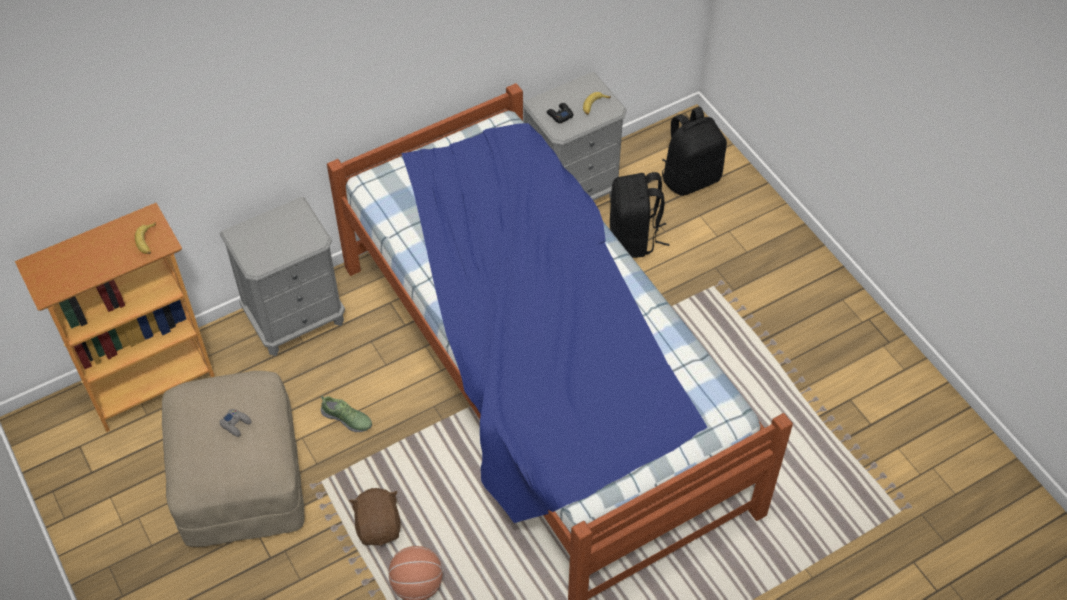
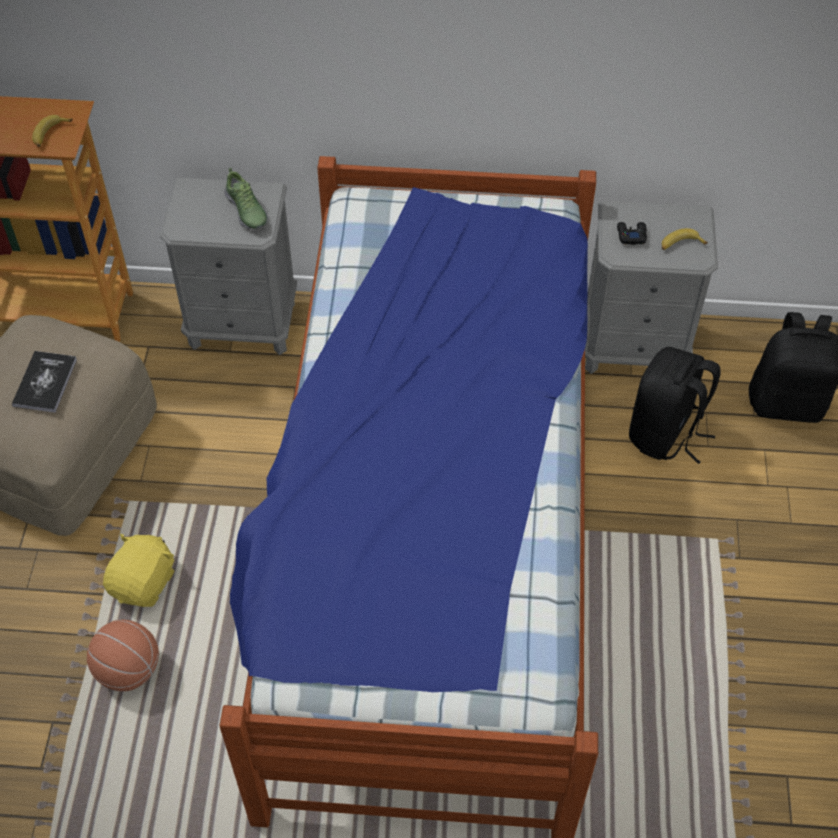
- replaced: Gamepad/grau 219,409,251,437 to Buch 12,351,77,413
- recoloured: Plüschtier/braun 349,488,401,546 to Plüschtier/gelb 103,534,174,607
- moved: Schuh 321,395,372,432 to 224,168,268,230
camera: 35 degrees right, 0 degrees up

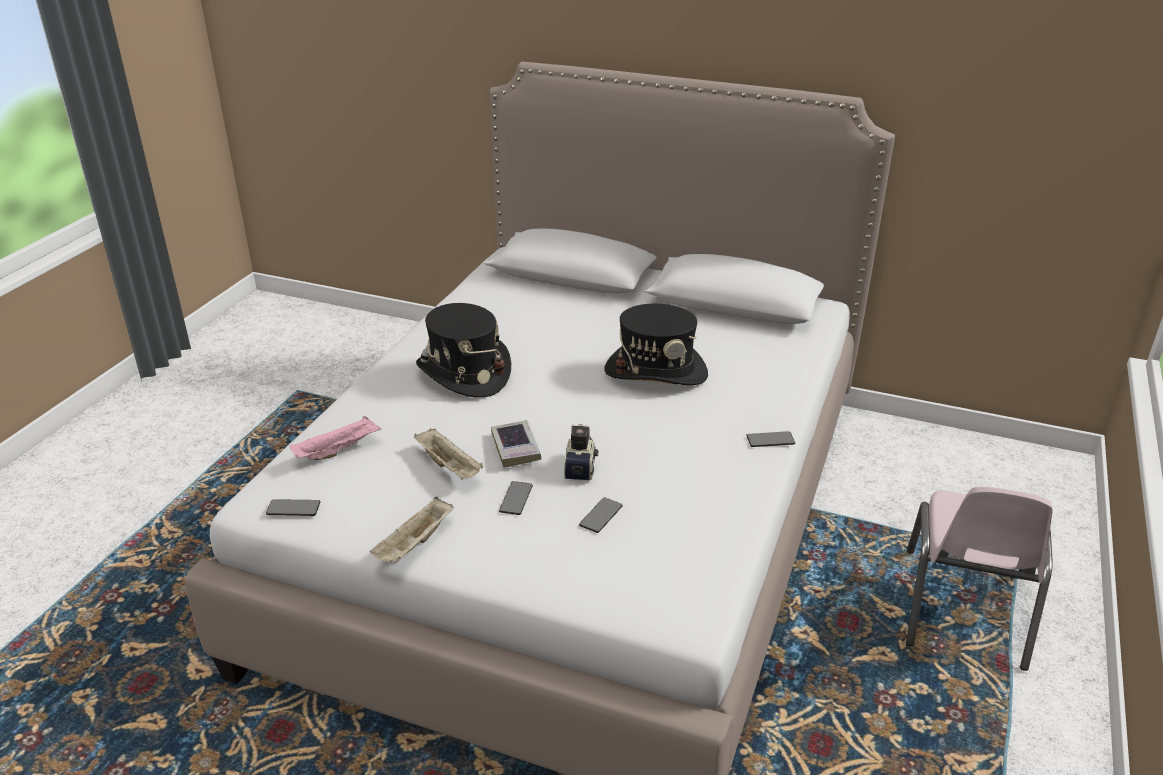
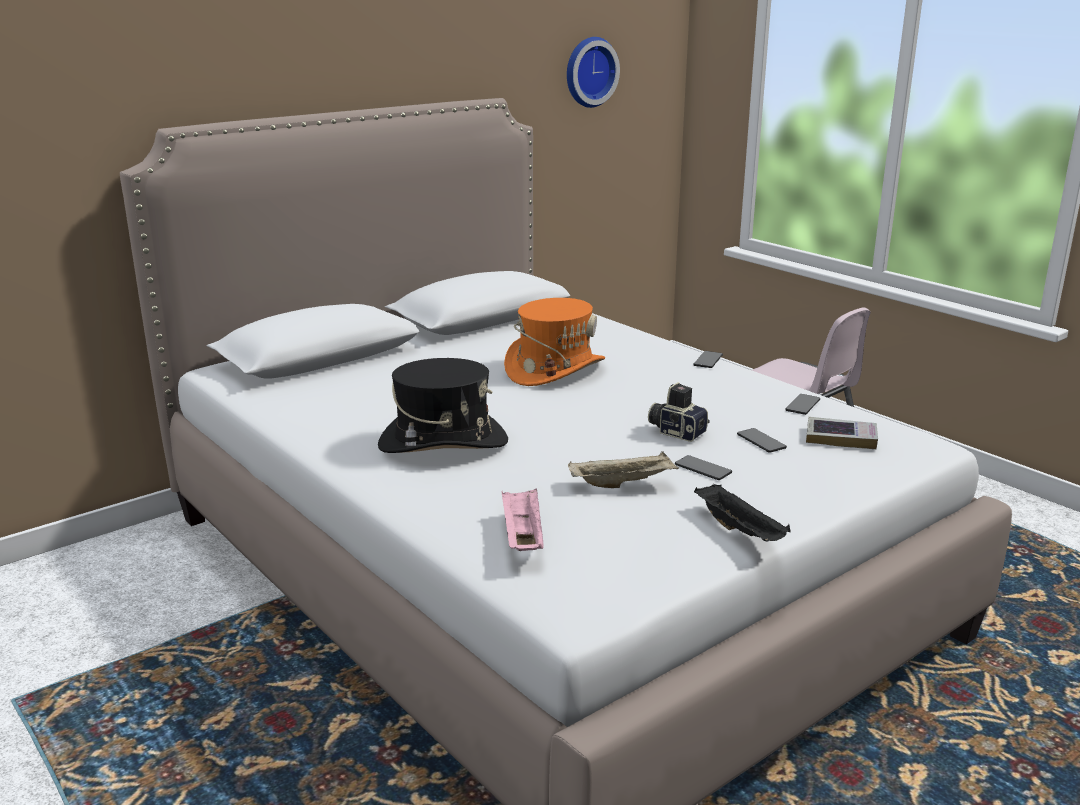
- recoloured: Hut/schwarz 604,304,708,385 to Hut/orange 504,298,605,386
- added: Wanduhr 567,37,620,108
- recoloured: Tablett/beige 370,497,454,563 to Tablett/schwarz 694,484,791,541
- moved: Handy 266,499,320,516 to 785,394,820,415
- moved: Buch 491,420,541,468 to 806,417,878,449
camera: 60 degrees left, 10 degrees down

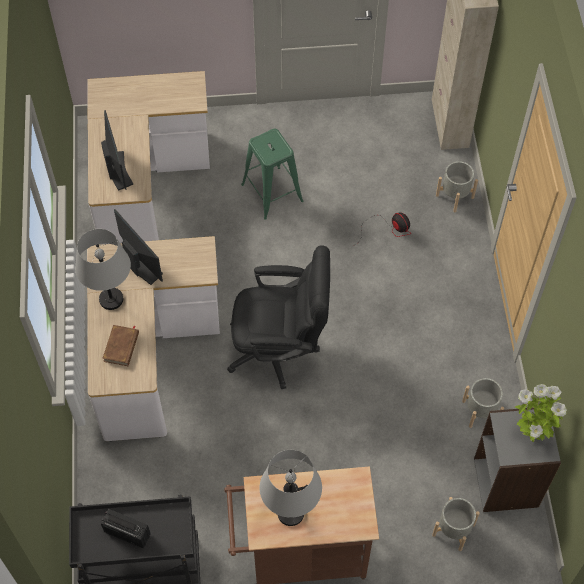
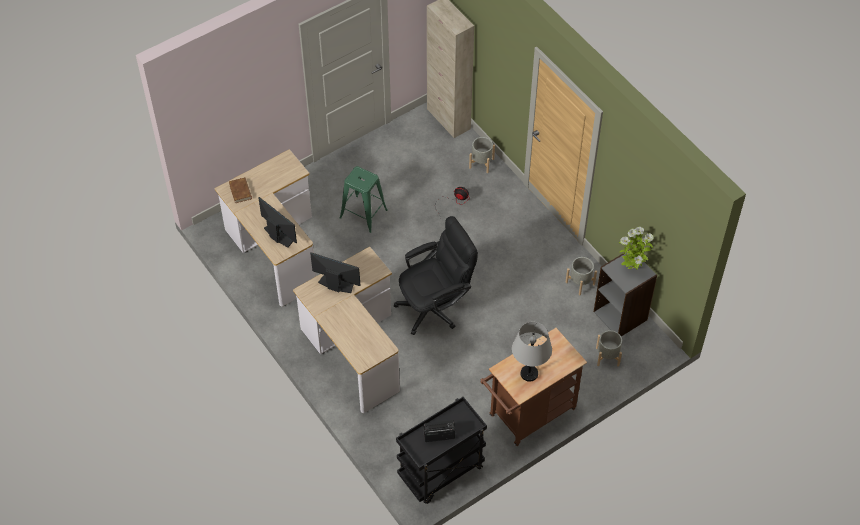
- moved: Buch/braun 102,325,139,366 to 229,177,252,203
- removed: Tischlampe/grau 75,229,131,310
camera: 30 degrees left, 5 degrees down

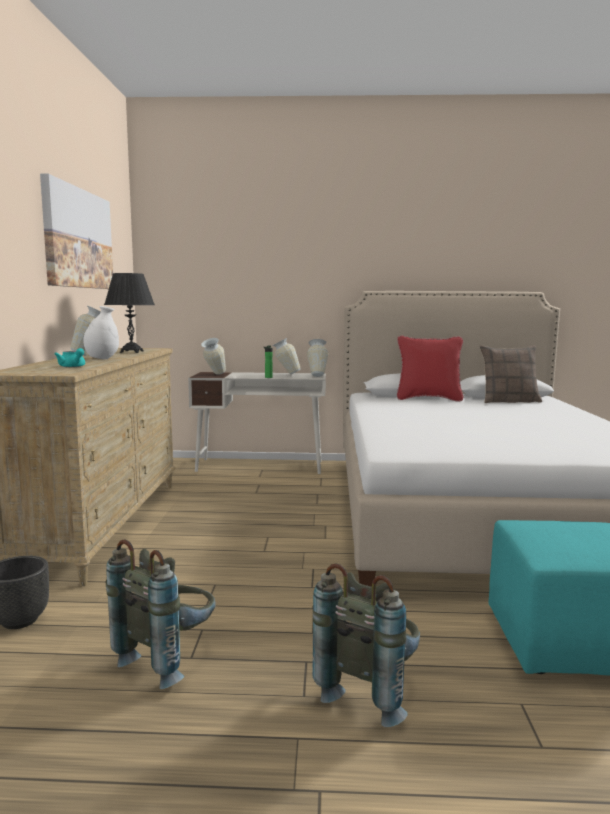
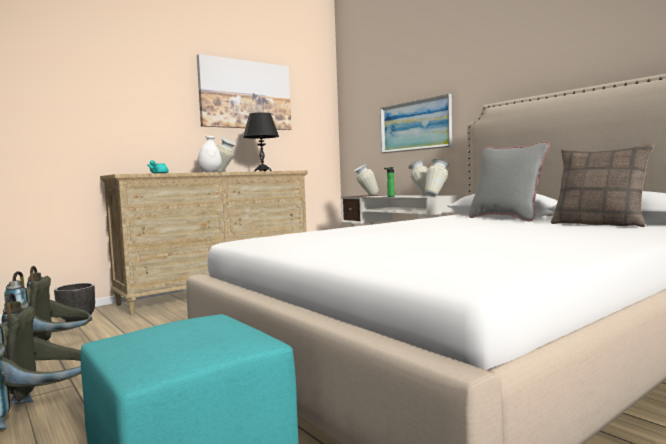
- added: Bild 380,94,452,153
- recoloured: Kissen/rot 397,336,463,402 to Kissen/grau 468,141,550,222
camera: 50 degrees right, 5 degrees down

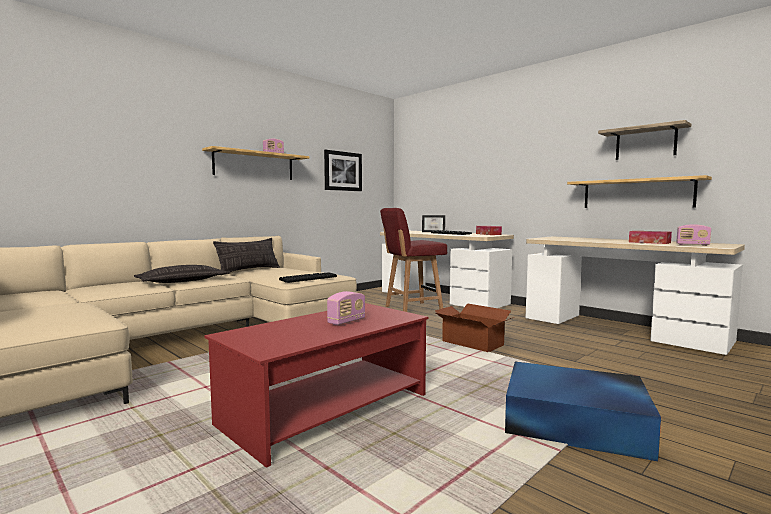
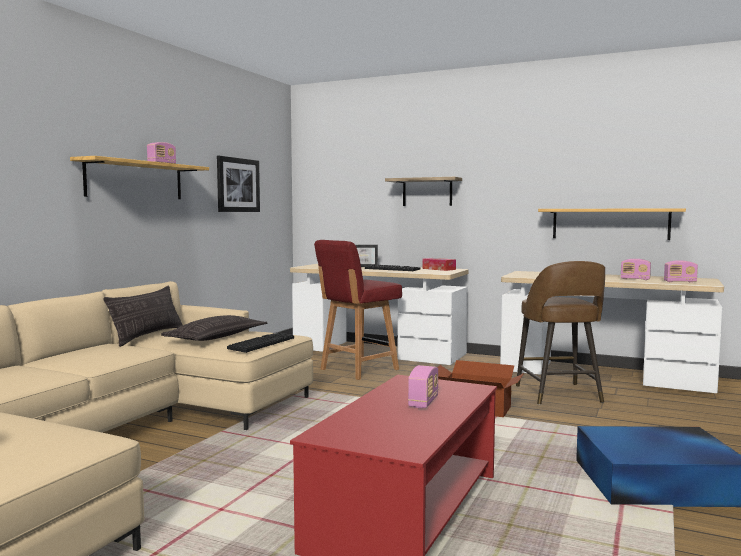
- moved: Kissen 134,265,230,283 to 161,315,267,341
- moved: Wandregal 598,120,691,160 to 385,177,462,206
- added: Hocker/braun 516,261,605,405
- replaced: Taschentuchbox 629,231,672,244 to Radio 621,259,651,280
camera: 20 degrees left, 0 degrees up

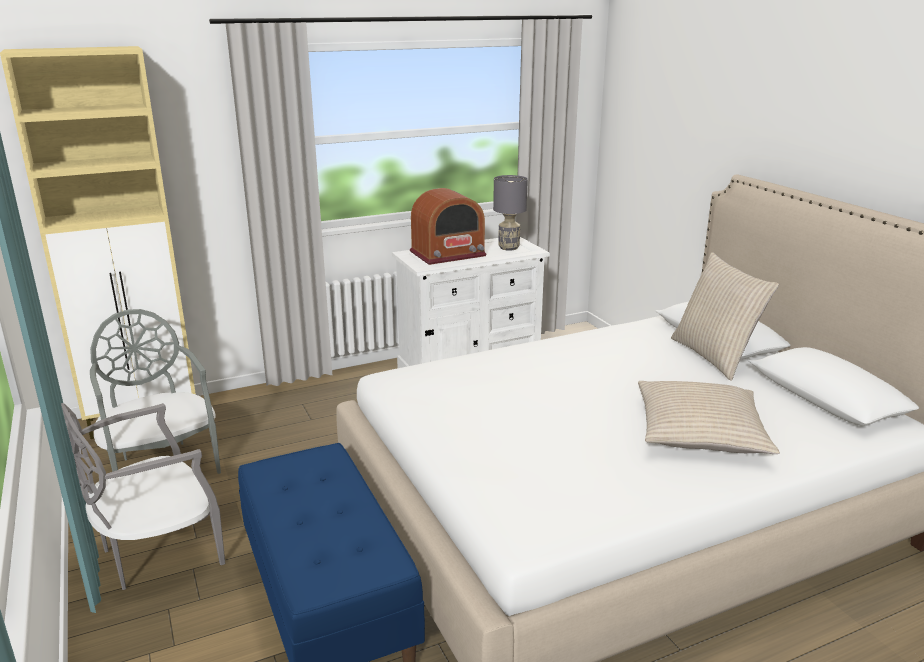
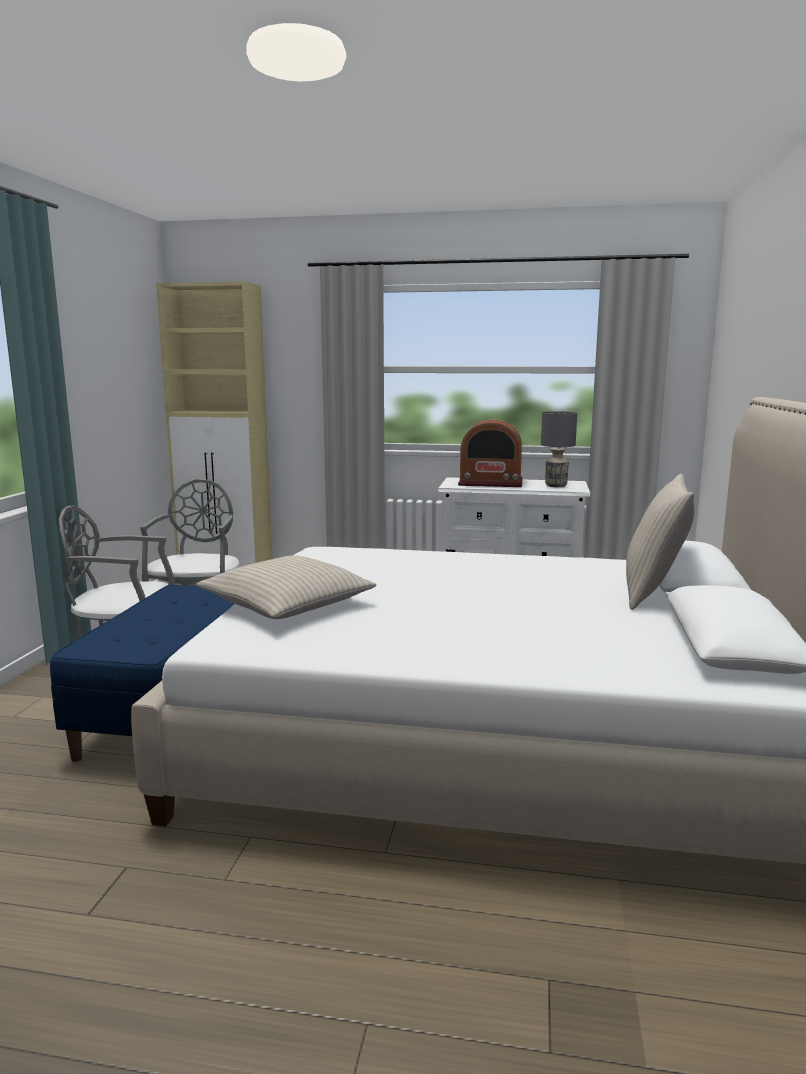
- moved: Kissen/beige 638,381,780,454 to 196,555,376,619
camera: 35 degrees right, 10 degrees down

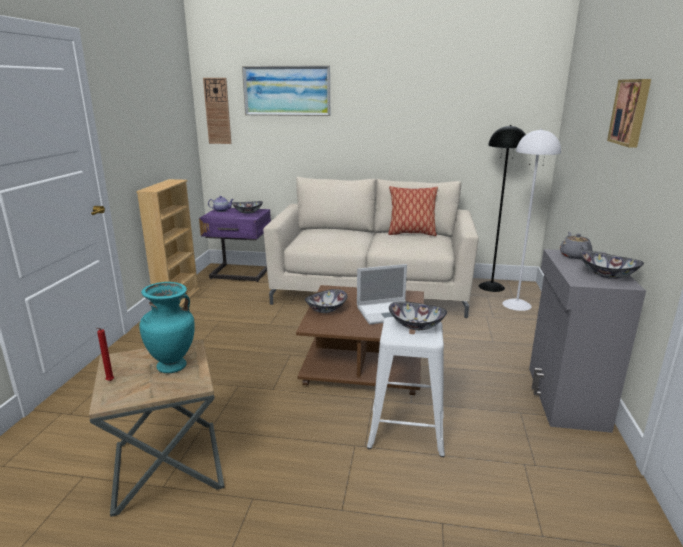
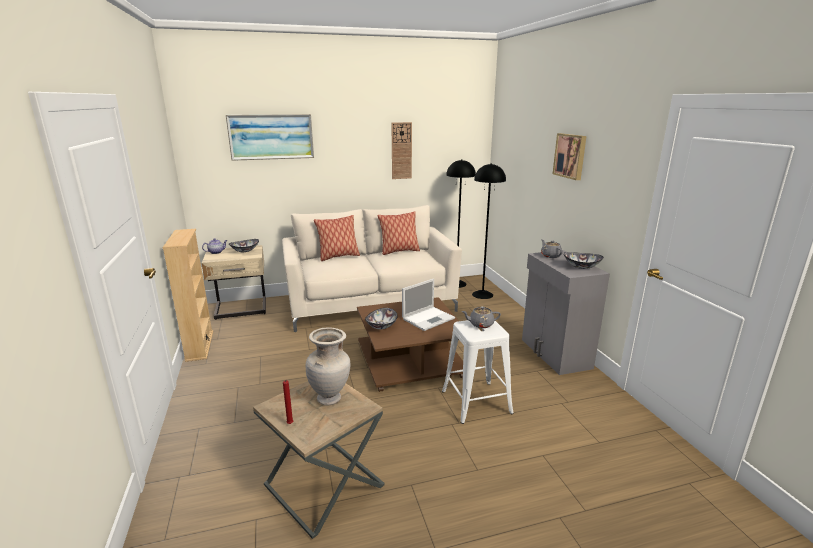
- recoloured: Nachttisch/lila 199,208,271,282 to Nachttisch/beige 202,245,266,320
- recoloured: Vase/türkis 139,282,195,373 to Vase/beige 306,327,350,406
- added: Kissen 314,215,360,261
- moved: Wanduhr 203,78,231,144 to 391,122,412,179
- replaced: Schüssel 389,301,447,330 to Teekanne/grau 462,306,501,328
- recoloured: Stehlampe/weiß 502,129,561,311 to Stehlampe/schwarz 472,163,506,299
camera: 25 degrees left, 0 degrees up

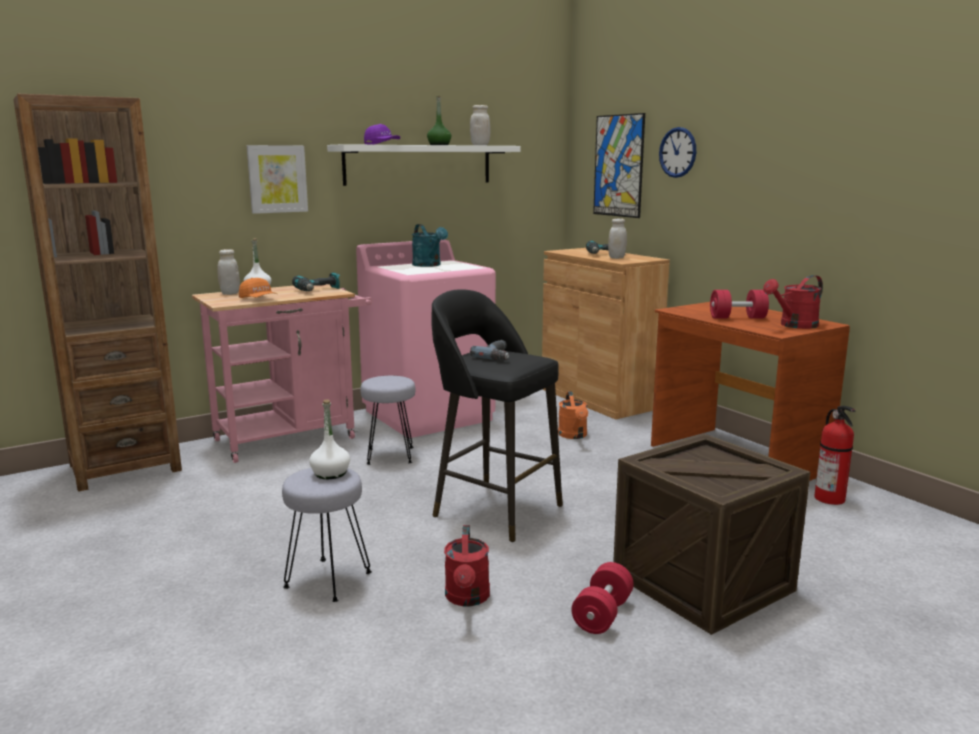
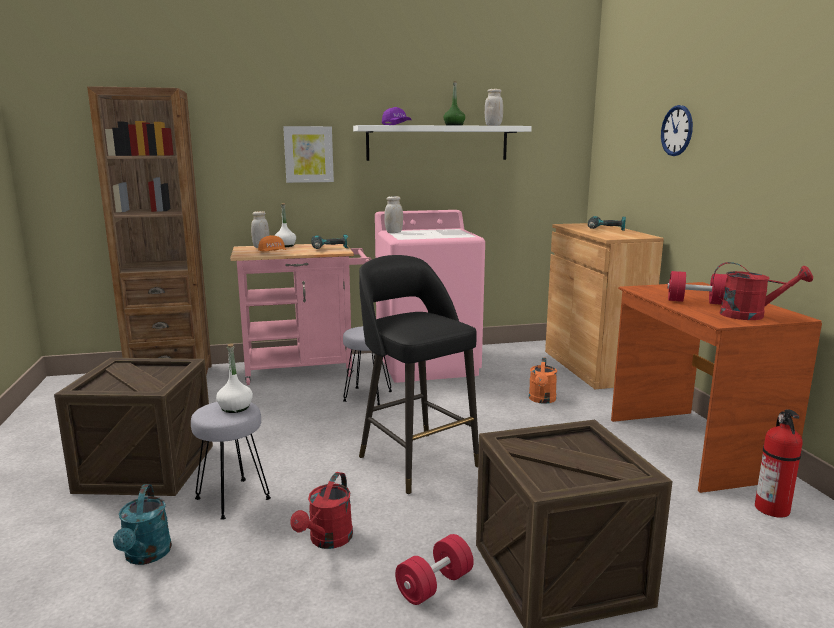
- added: Kiste 54,358,213,496
- moved: Gießkanne/türkis 412,224,448,267 to 113,484,172,565
- moved: Vorratsglas/weiß 608,218,627,259 to 384,196,403,233
- turned: Gießkanne/rot 763,275,823,329 = 713,262,813,320 150 degrees counterclockwise
- removed: Bohrmaschine 470,340,509,360
- removed: Bild 593,113,645,218
camera: 20 degrees right, 0 degrees up

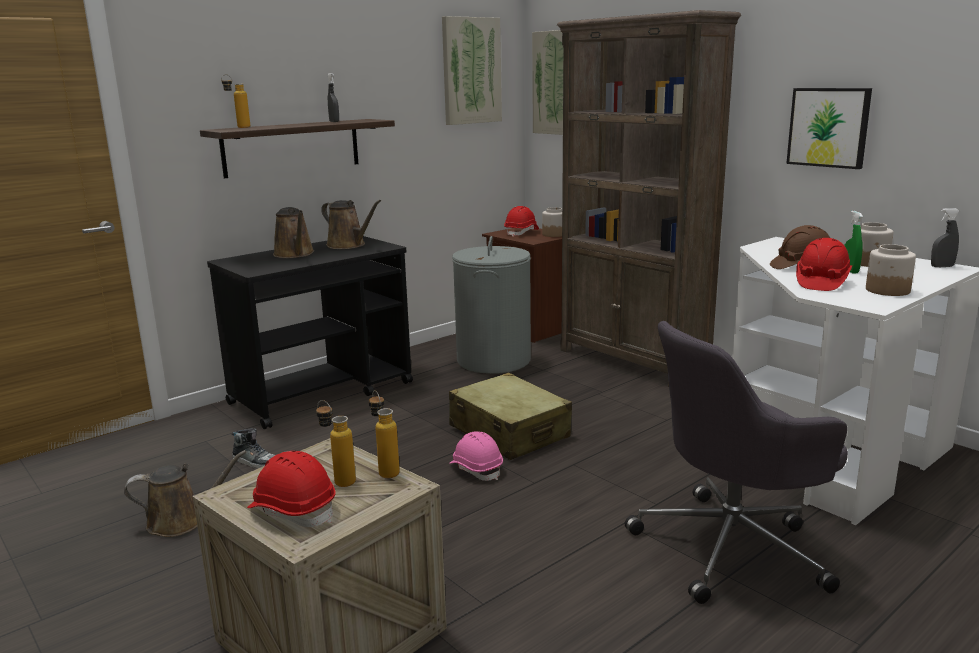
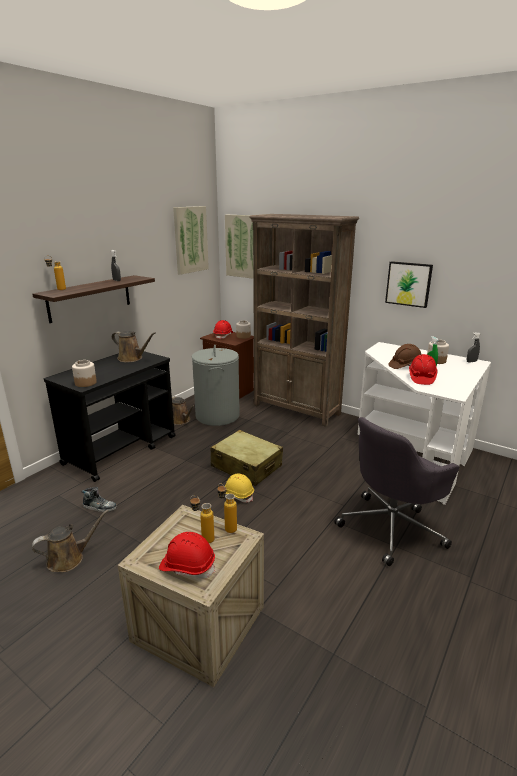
- moved: Vorratsglas 866,244,916,296 to 72,360,97,387
- moved: Gießkanne/braun 273,207,314,258 to 172,396,195,425
- recoloured: Schutzhelm/rosa 450,431,503,481 to Schutzhelm/gelb 225,474,254,503
camera: 15 degrees left, 5 degrees up

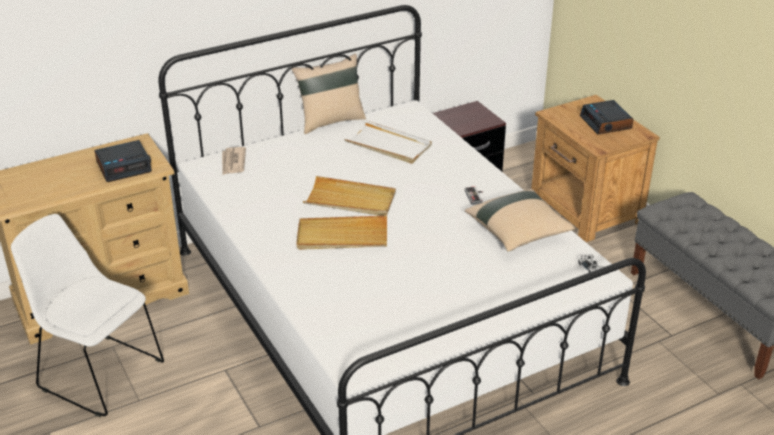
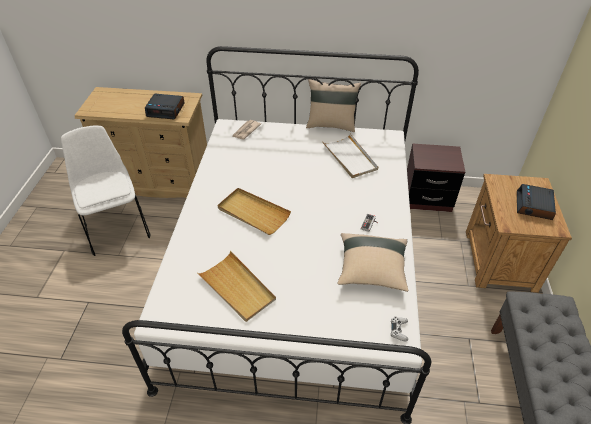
- moved: Tablett/beige 303,176,396,216 to 197,251,276,322
camera: 35 degrees right, 10 degrees up

